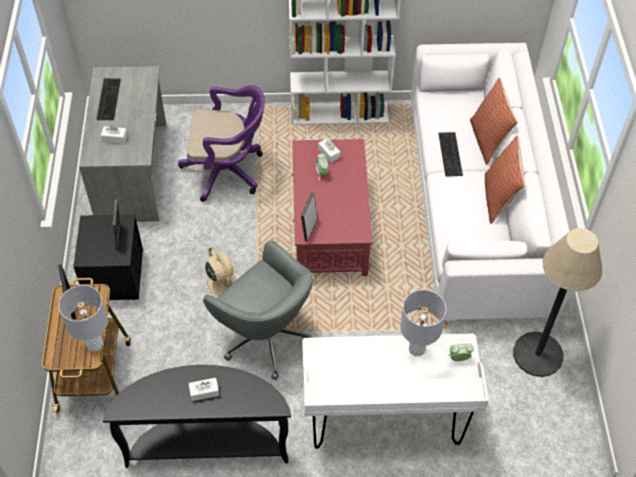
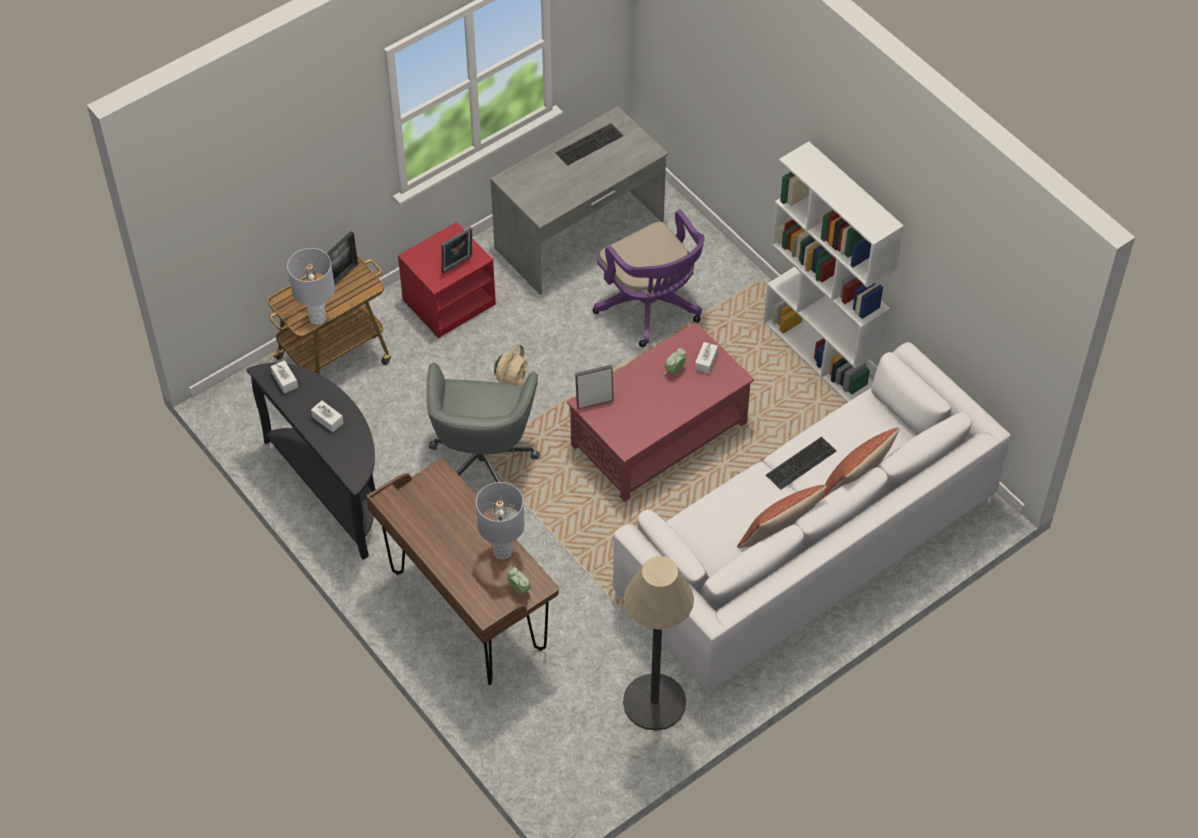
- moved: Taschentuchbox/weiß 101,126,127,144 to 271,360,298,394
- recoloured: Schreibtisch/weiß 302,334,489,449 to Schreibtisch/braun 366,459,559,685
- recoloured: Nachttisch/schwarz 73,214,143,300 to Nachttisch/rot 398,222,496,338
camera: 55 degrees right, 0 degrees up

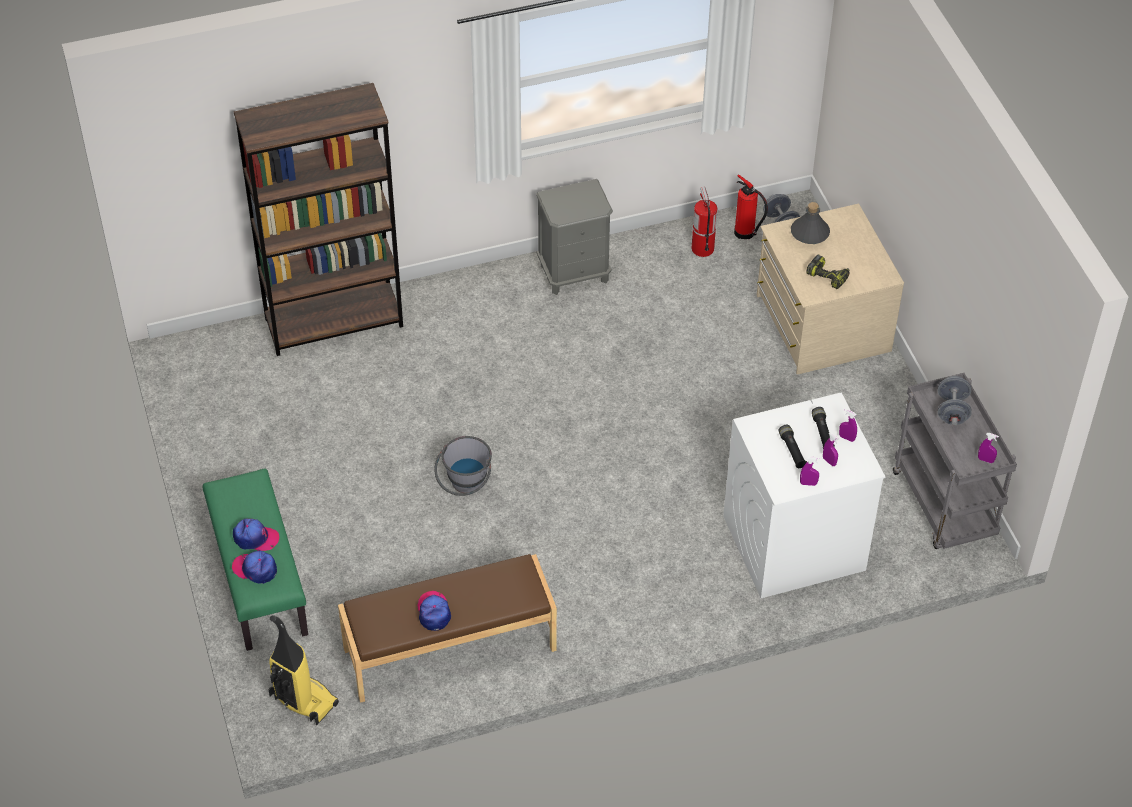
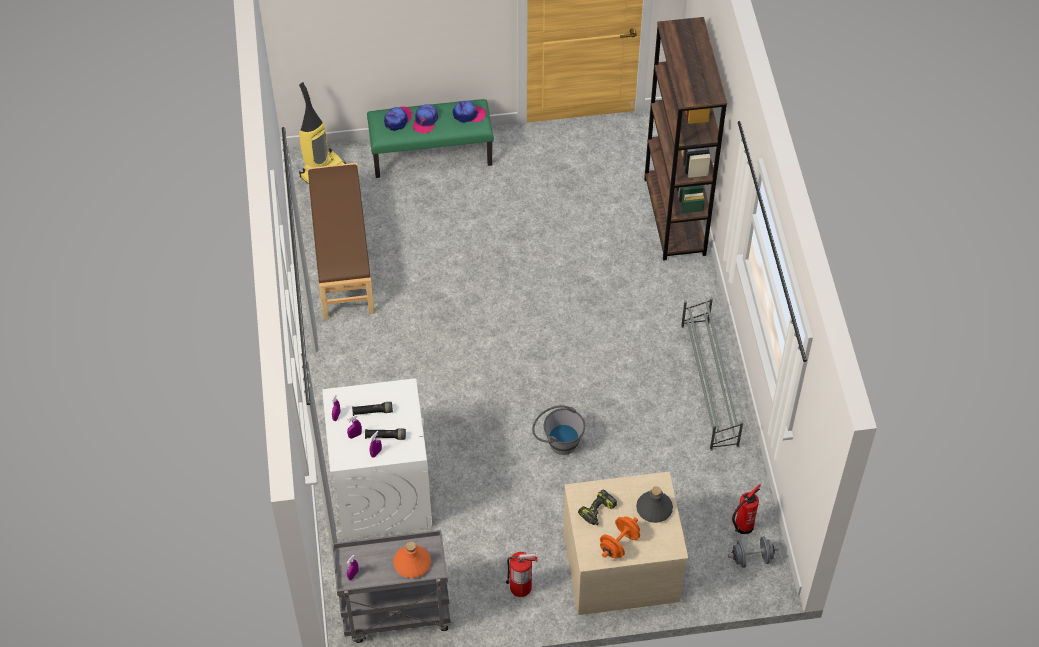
- replaced: Hantel/grau 938,375,972,426 to Flasche/orange 393,541,431,578
- moved: Kappe 417,591,451,631 to 453,101,486,123
- moved: Feuerlöscher 692,187,717,257 to 506,552,538,597
- moved: Eimer/grau 434,436,492,496 to 532,405,585,455
- added: Hantel/orange 600,517,640,558
- replaced: Nachttisch/grau 536,179,613,295 to Schuhregal/grau 681,297,743,451
camera: 100 degrees right, 5 degrees up

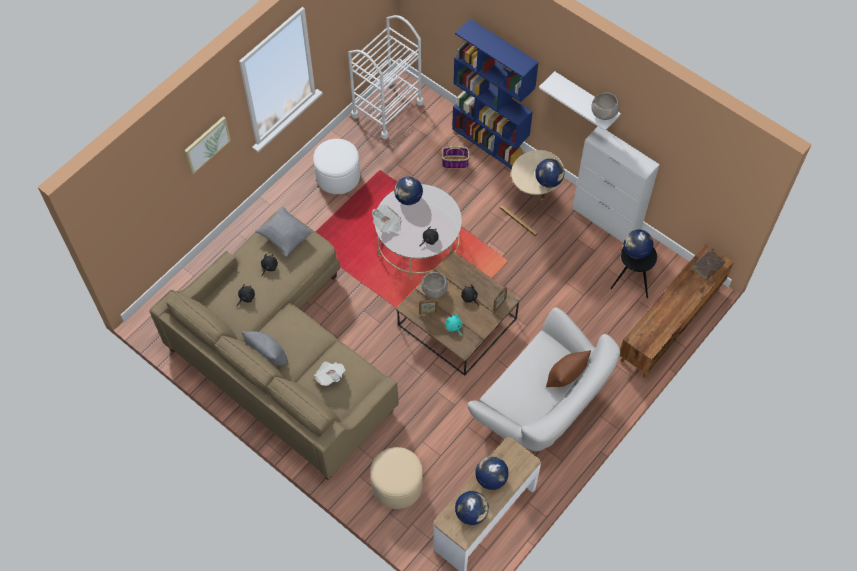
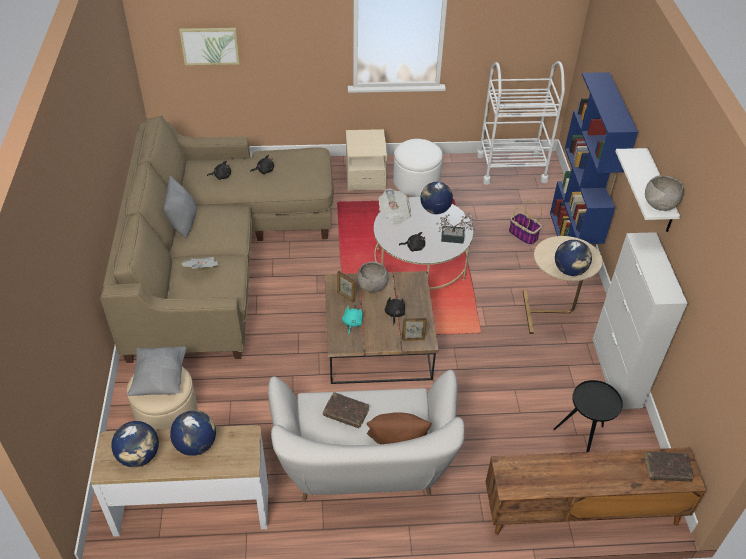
- moved: Kissen/grau 255,207,313,257 to 127,346,187,396
- moved: Bild 184,116,231,174 to 179,28,240,65
- added: Buch/braun 323,392,369,428
- added: Nachttisch/beige 346,129,387,191
- added: Topfpflanze 436,211,476,244
- removed: Globus 624,230,654,259
camera: 45 degrees right, 15 degrees down

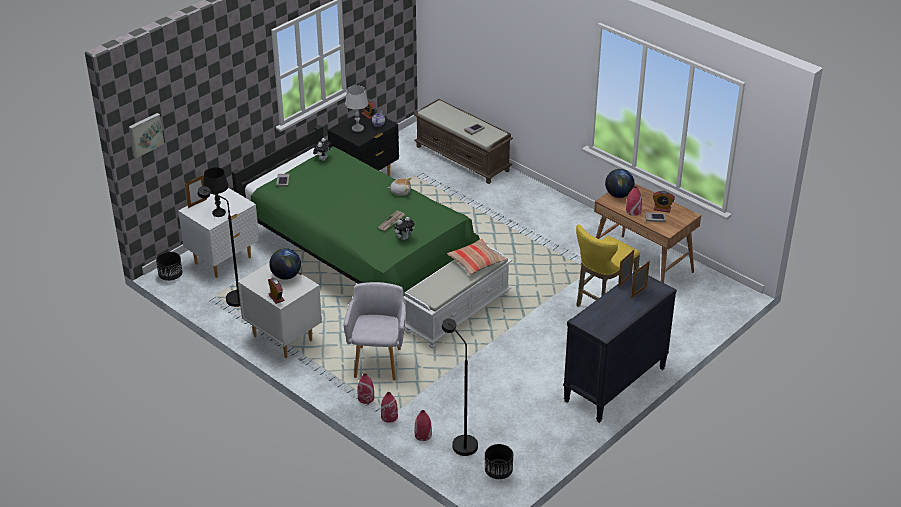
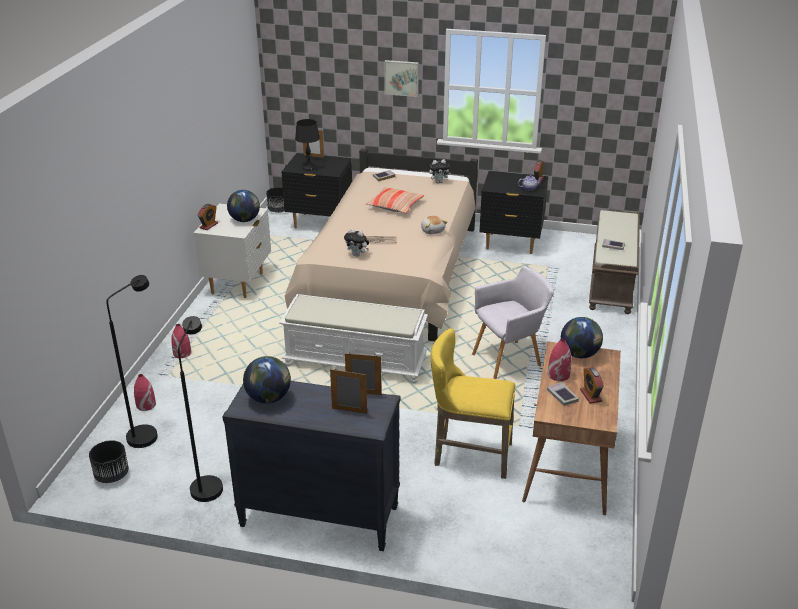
- moved: Stehlampe/schwarz 197,186,240,307 to 178,316,223,502
- added: Globus 243,356,291,404
- recoloured: Nachttisch/weiß 178,188,259,278 to Nachttisch/schwarz 282,153,352,228
- recoloured: Bett/grün 232,125,480,292 to Bett/beige 285,148,478,341
- moved: Kissen 447,239,505,275 to 366,187,424,213
- moved: Bild 129,113,164,158 to 384,60,419,97
- moved: Sessel/grau 343,282,406,380 to 472,266,554,379
- removed: Tischlampe/grau 345,85,368,132
- removed: Vase/rot 381,392,398,423
camera: 60 degrees right, 5 degrees down

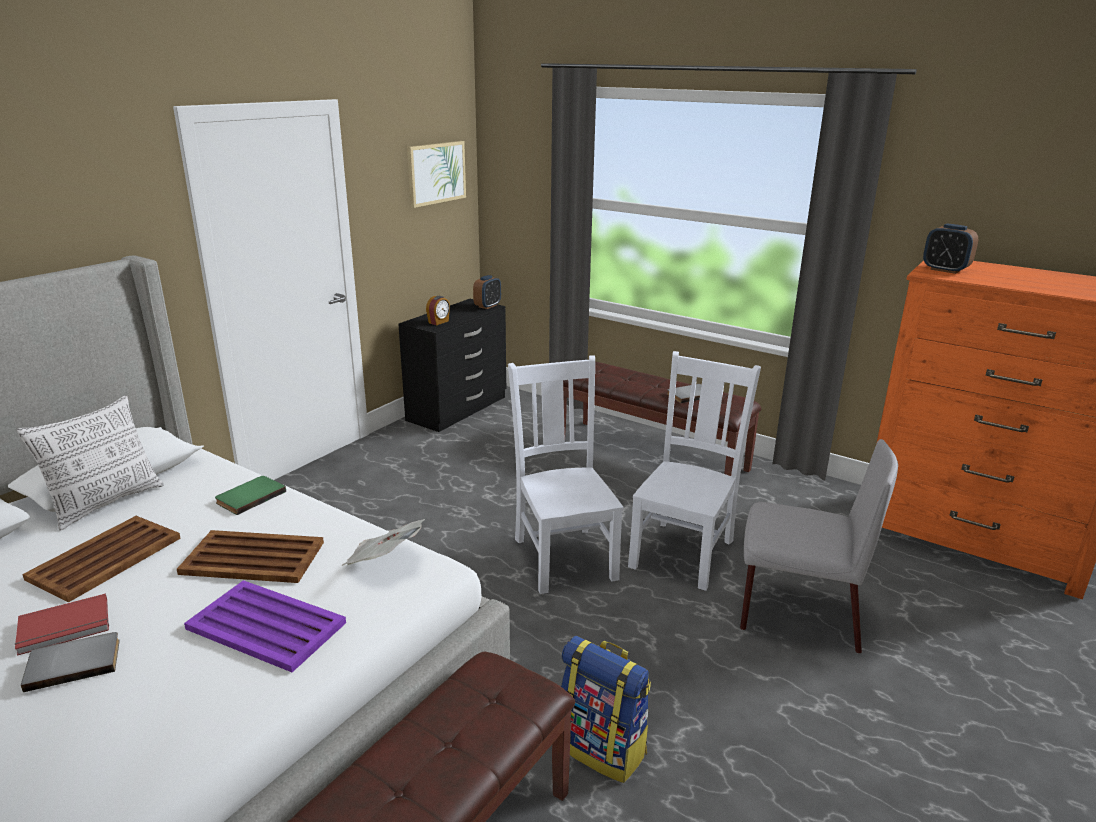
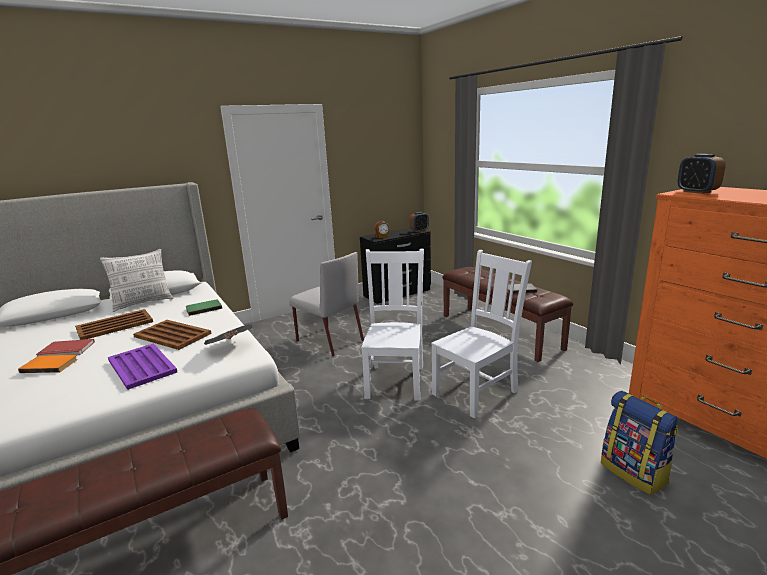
- recoloured: Buch/grau 21,632,120,692 to Buch/orange 18,355,78,373
- moved: Stuhl/grau 740,439,898,654 to 289,252,364,357
- moved: Rucksack 561,636,651,783 to 601,391,678,495
- removed: Bild 407,141,466,208
camera: 25 degrees right, 5 degrees down

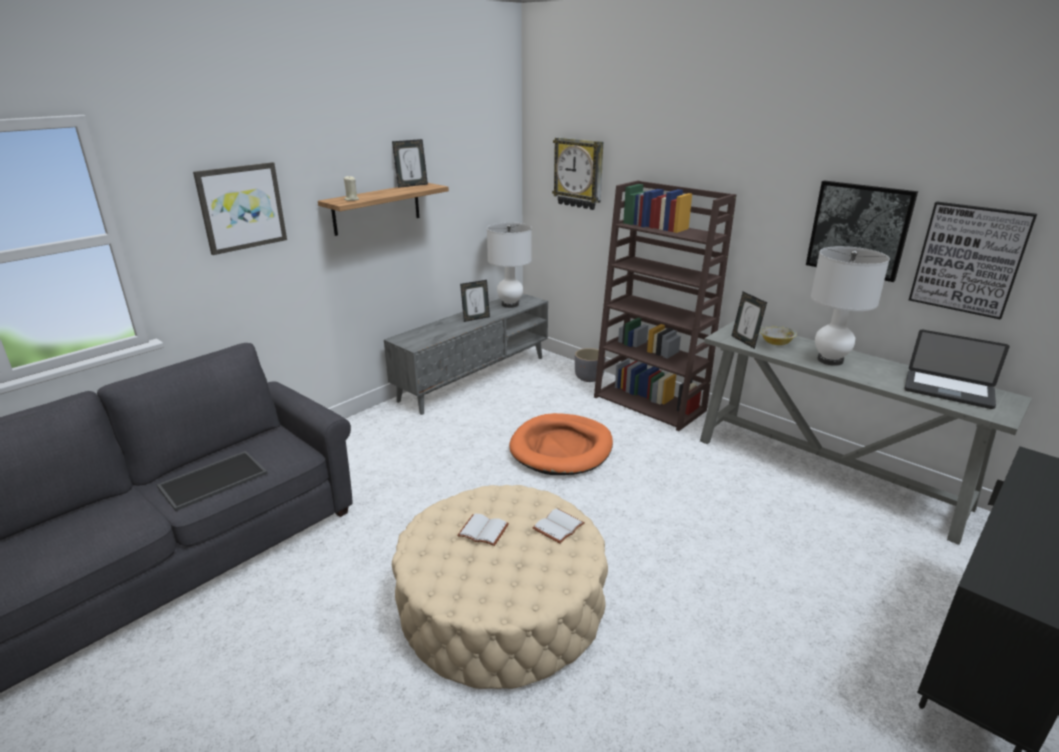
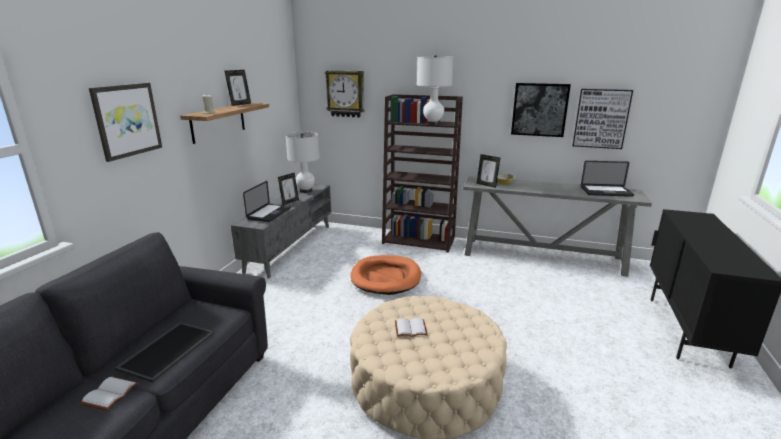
- moved: Buch/weiß 533,509,585,544 to 80,377,139,411
- added: Laptop 243,181,291,222
- moved: Tischlampe/weiß 811,246,890,366 to 417,54,454,125
- removed: Pflanzkübel/grau 575,348,606,382
camera: 25 degrees left, 5 degrees down

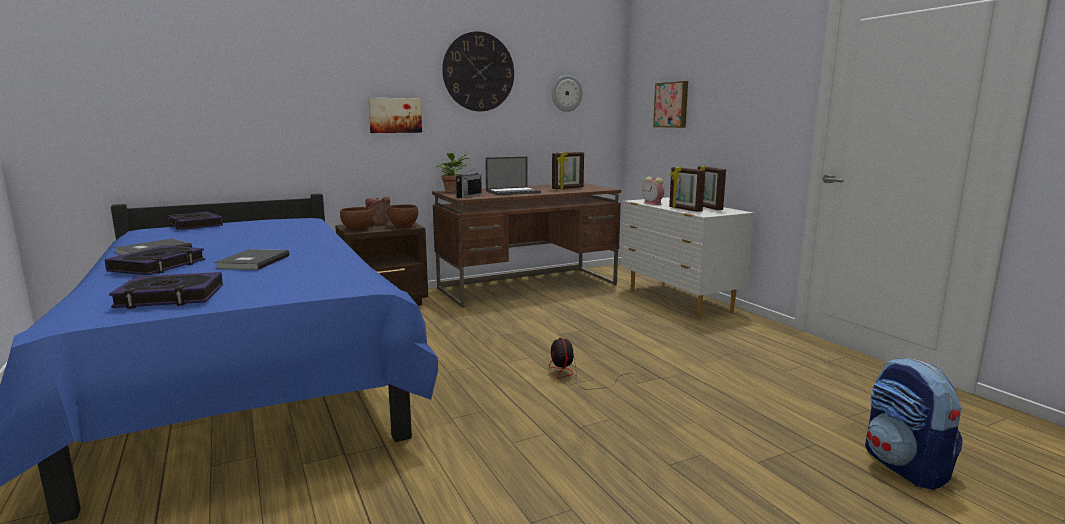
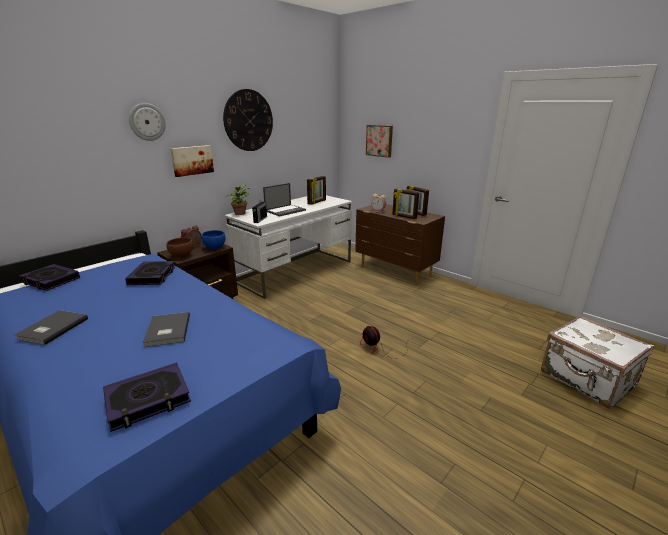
- moved: Buch 105,245,205,275 to 125,261,175,285
- moved: Wanduhr 552,75,583,112 to 129,103,166,141
- recoloured: Schüssel/braun 387,204,418,228 to Schüssel/blau 201,230,226,250
- recoloured: Schreibtisch/braun 432,183,621,308 to Schreibtisch/weiß 224,195,352,299
- recoloured: Kommode/weiß 621,197,754,318 to Kommode/braun 355,204,445,284
- replaced: Rucksack 865,358,963,490 to Koffer/weiß 541,316,654,409
camera: 20 degrees left, 10 degrees up

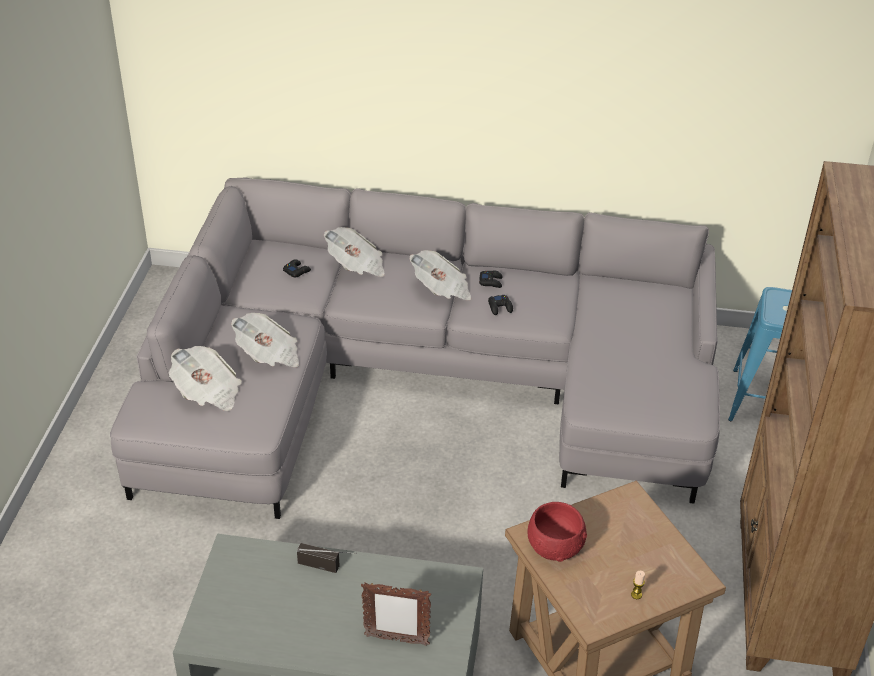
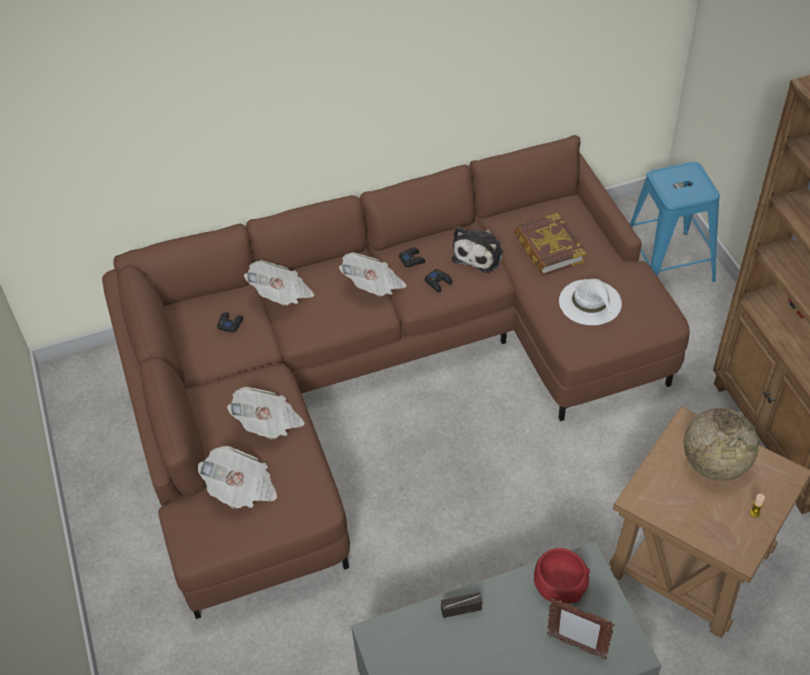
- recoloured: Sofa/grau 110,178,720,519 to Sofa/braun 102,135,690,619
- added: Plüschtier 452,227,503,273
- added: Buch 514,213,586,276
- moved: Schüssel/rot 527,502,587,562 to 534,548,590,604
- turned: Bilderrahmen 361,582,431,646 = 547,598,615,659 45 degrees clockwise
- added: Hut/weiß 559,279,622,325
- added: Globus 684,408,759,481
camera: 25 degrees left, 10 degrees up

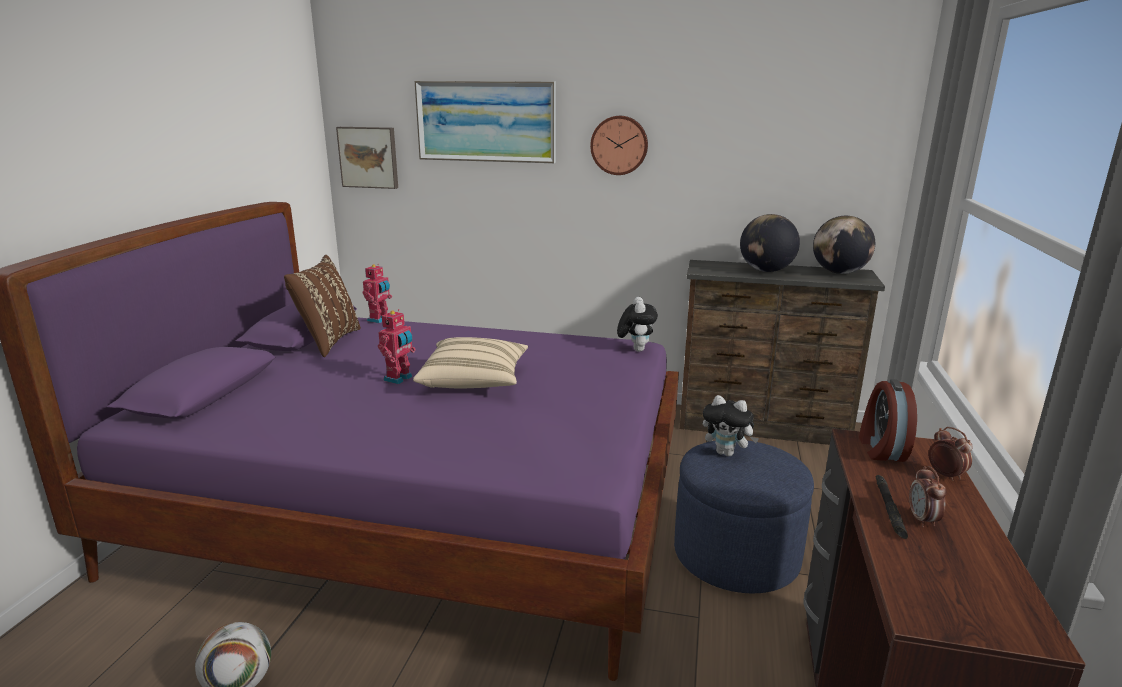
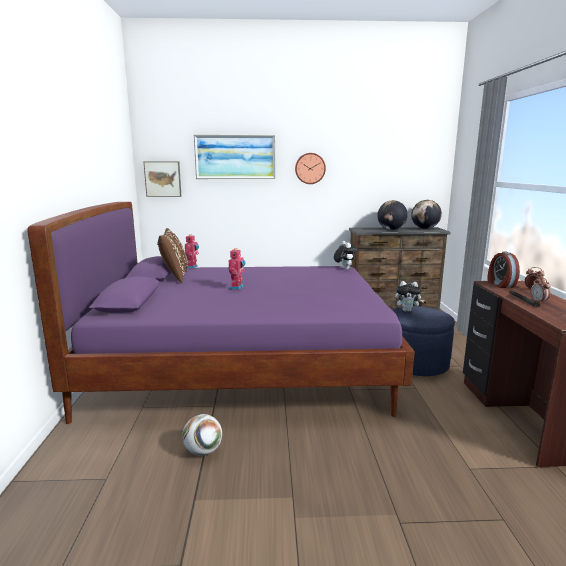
- removed: Kissen/beige 413,337,528,389
camera: 15 degrees left, 5 degrees down

